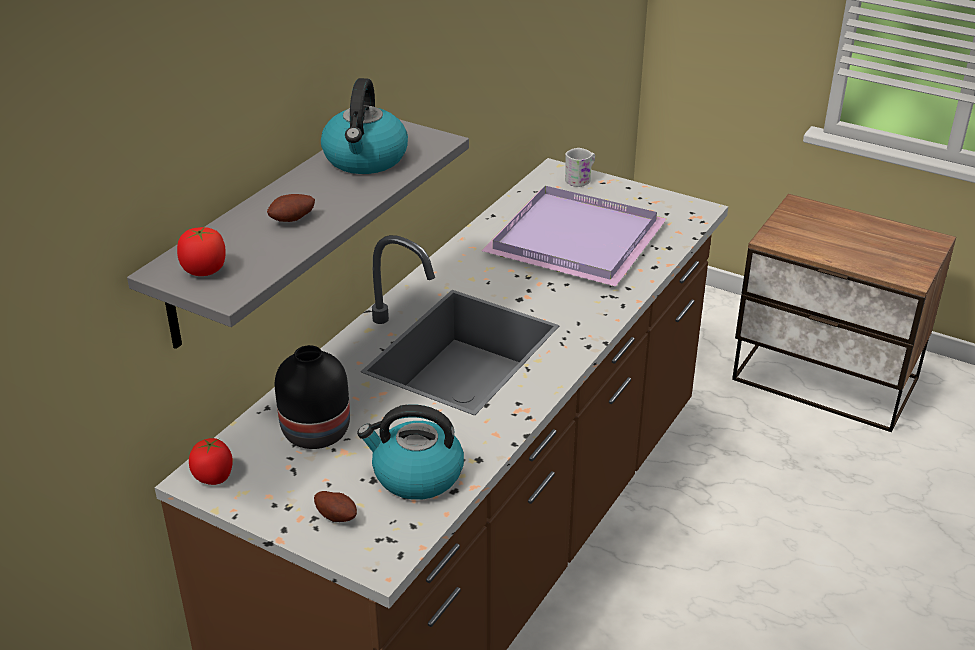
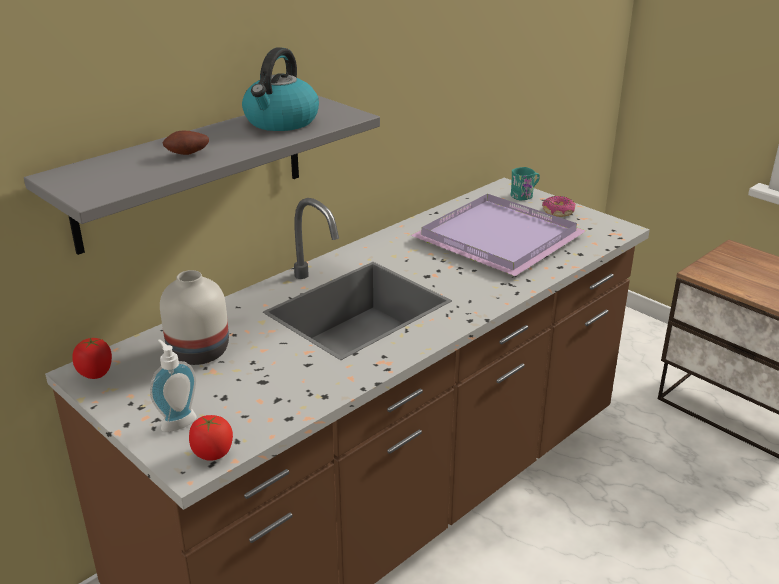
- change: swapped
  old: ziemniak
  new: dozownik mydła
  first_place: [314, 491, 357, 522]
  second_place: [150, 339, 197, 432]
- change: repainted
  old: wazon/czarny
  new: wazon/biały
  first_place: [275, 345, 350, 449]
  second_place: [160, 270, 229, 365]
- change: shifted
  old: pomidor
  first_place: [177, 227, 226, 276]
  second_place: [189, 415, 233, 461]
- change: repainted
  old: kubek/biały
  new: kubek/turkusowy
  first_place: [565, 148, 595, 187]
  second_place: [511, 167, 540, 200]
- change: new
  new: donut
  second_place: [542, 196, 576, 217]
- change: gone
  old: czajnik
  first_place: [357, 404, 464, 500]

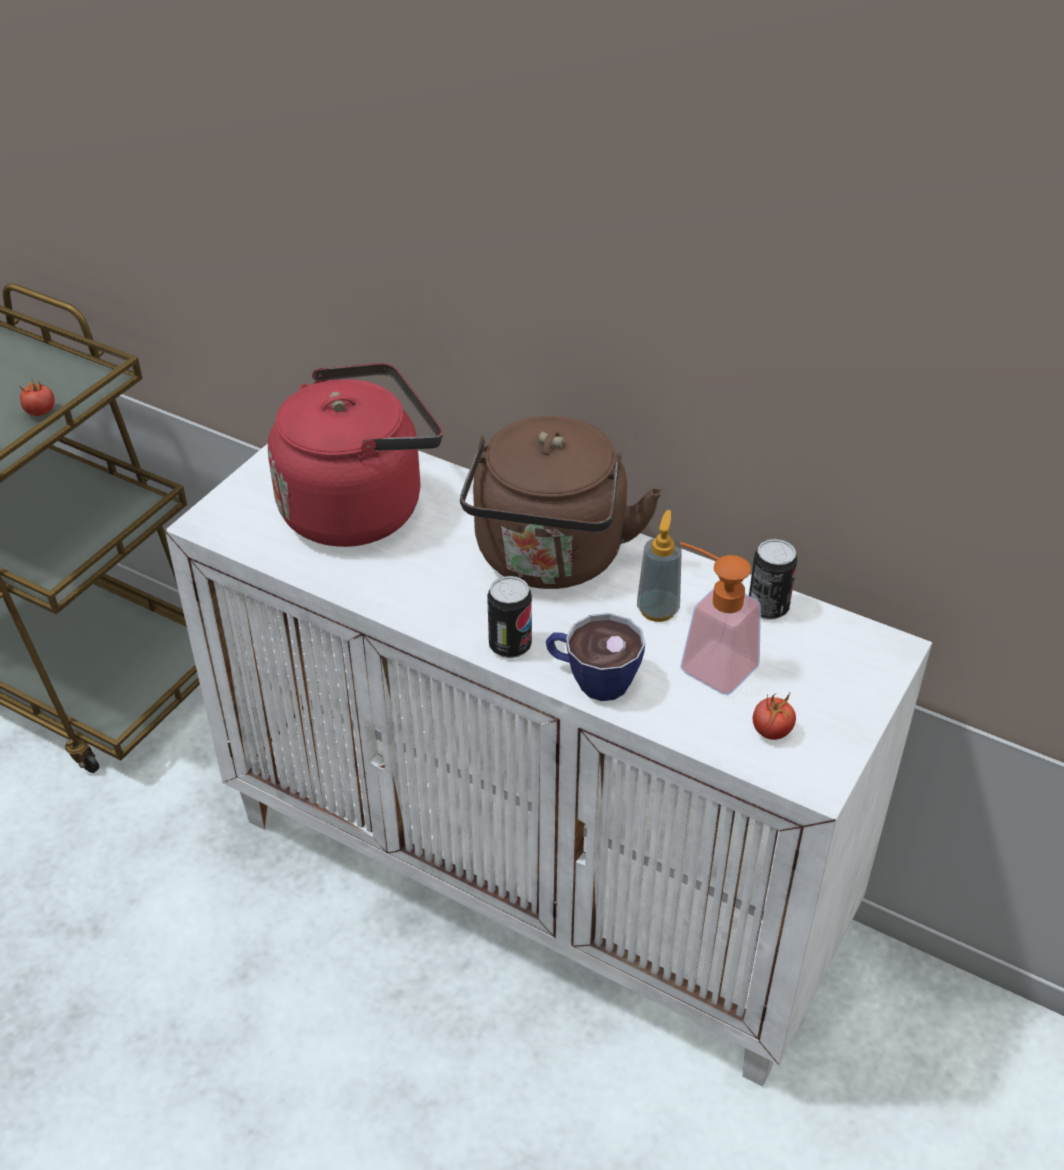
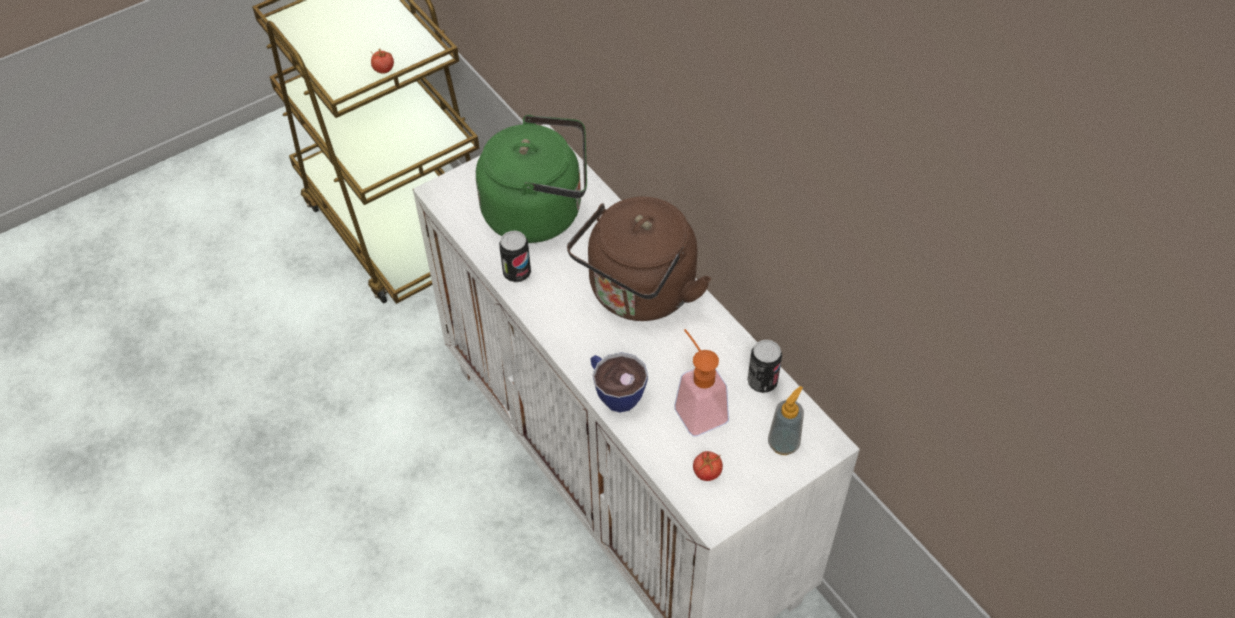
- change: repainted
  old: czajnik/czerwony
  new: czajnik/zielony
  first_place: [268, 363, 443, 547]
  second_place: [476, 115, 587, 243]
- change: shifted
  old: puszka
  first_place: [487, 576, 532, 658]
  second_place: [499, 231, 531, 282]
- change: shifted
  old: dozownik mydła
  first_place: [637, 510, 682, 622]
  second_place: [768, 386, 804, 455]

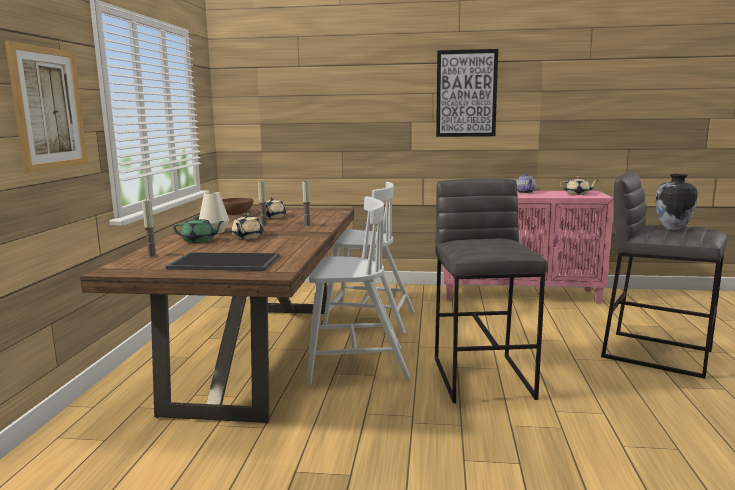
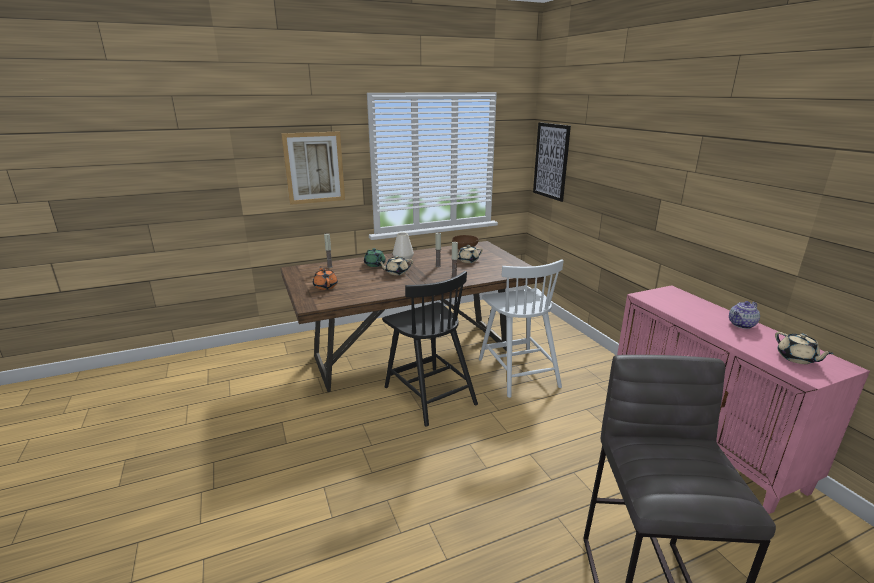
- change: swapped
  old: taca
  new: imbryk/pomarańczowy
  first_place: [166, 252, 279, 271]
  second_place: [313, 266, 338, 290]
- change: repainted
  old: krzesło/biały
  new: krzesło/czarny
  first_place: [306, 196, 411, 385]
  second_place: [382, 271, 478, 427]
- change: shifted
  old: obraz
  first_place: [436, 49, 498, 137]
  second_place: [533, 122, 571, 202]
- change: gone
  old: stołek/szary
  first_place: [435, 179, 547, 403]
- change: gone
  old: wazon
  first_place: [656, 174, 698, 230]

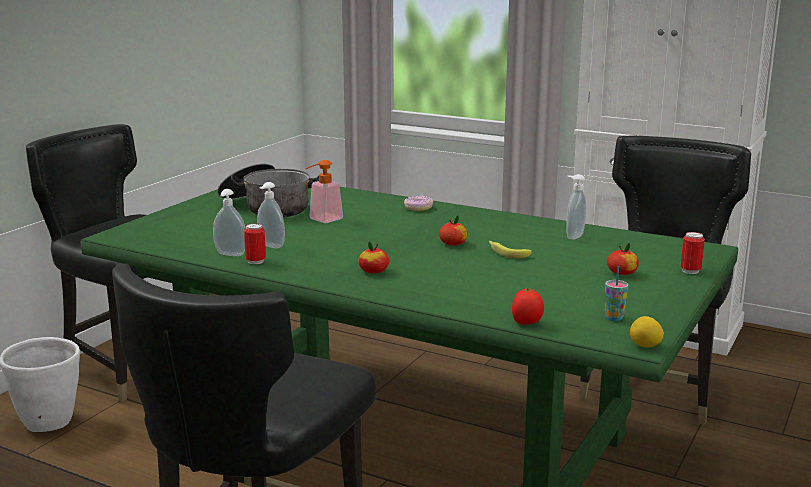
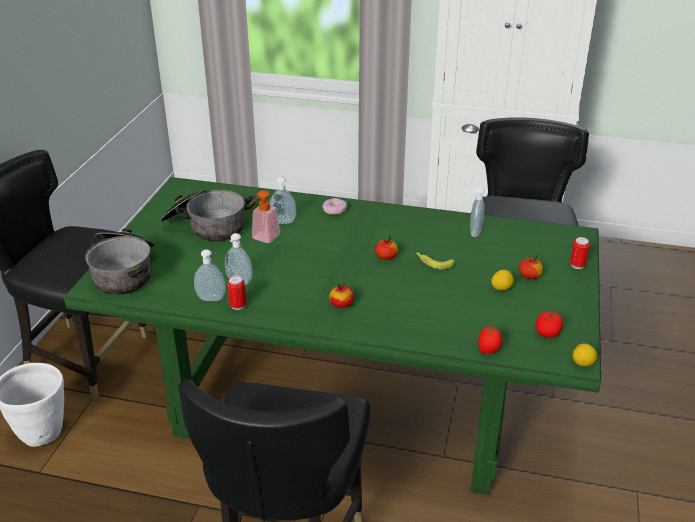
- change: new
  new: garnek
  second_place: [85, 228, 155, 295]
- change: new
  new: dozownik mydła
  second_place: [270, 175, 296, 224]
- change: new
  new: cytryna
  second_place: [491, 270, 514, 291]
- change: swapped
  old: filiżanka
  new: pomidor
  first_place: [605, 266, 629, 321]
  second_place: [535, 311, 563, 338]

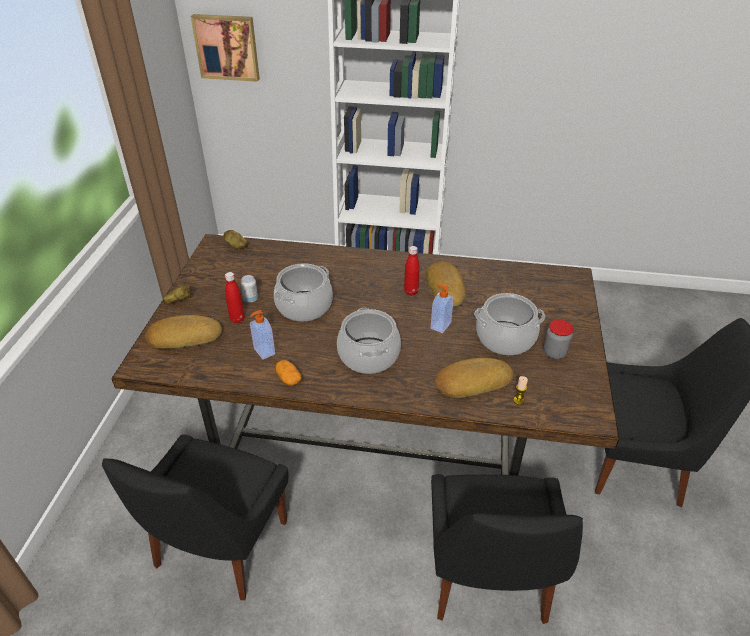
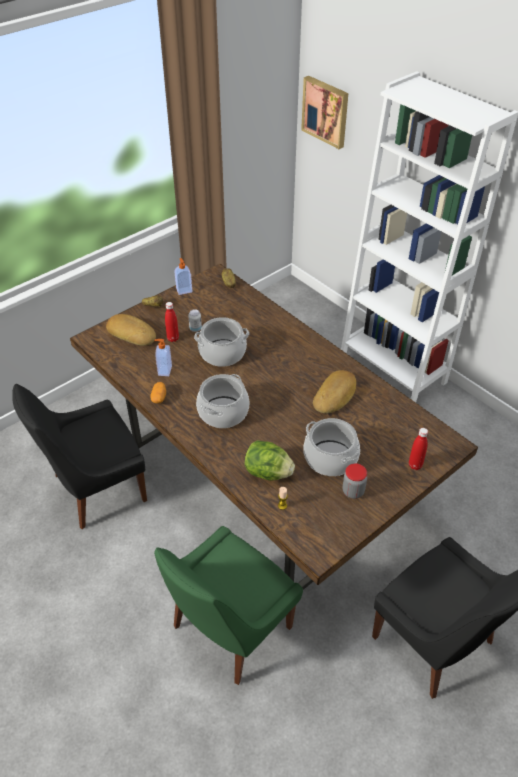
- change: repainted
  old: krzesło/czarny
  new: krzesło/zielony
  first_place: [431, 474, 583, 624]
  second_place: [154, 526, 303, 685]
- change: shifted
  old: dozownik mydła
  first_place: [431, 284, 454, 333]
  second_place: [174, 258, 193, 295]
- change: swapped
  old: chleb
  new: sałata
  first_place: [435, 358, 514, 398]
  second_place: [245, 440, 295, 480]
- change: shifted
  old: butelka/czerwony
  first_place: [404, 246, 419, 296]
  second_place: [409, 428, 428, 470]

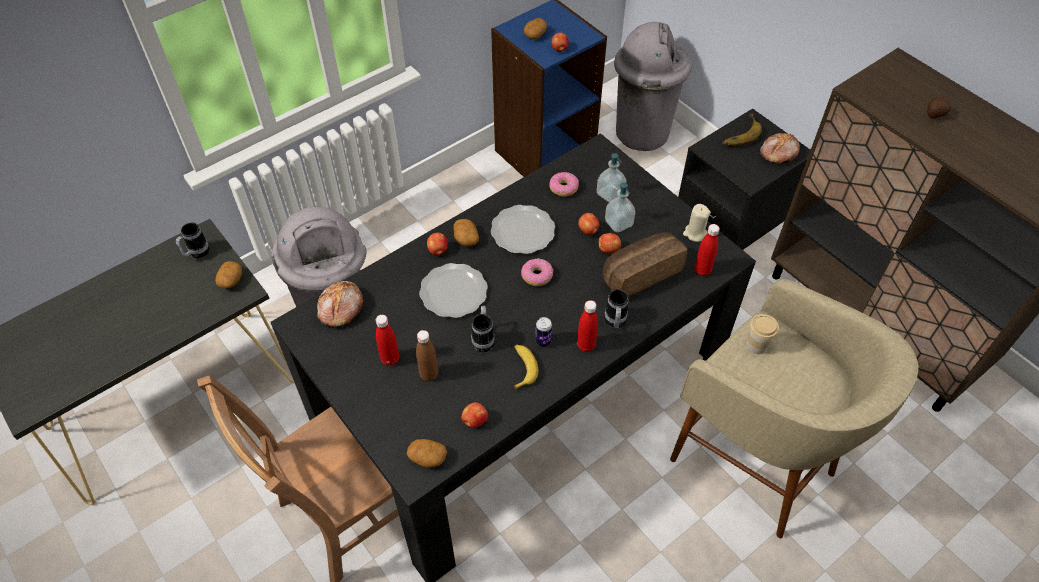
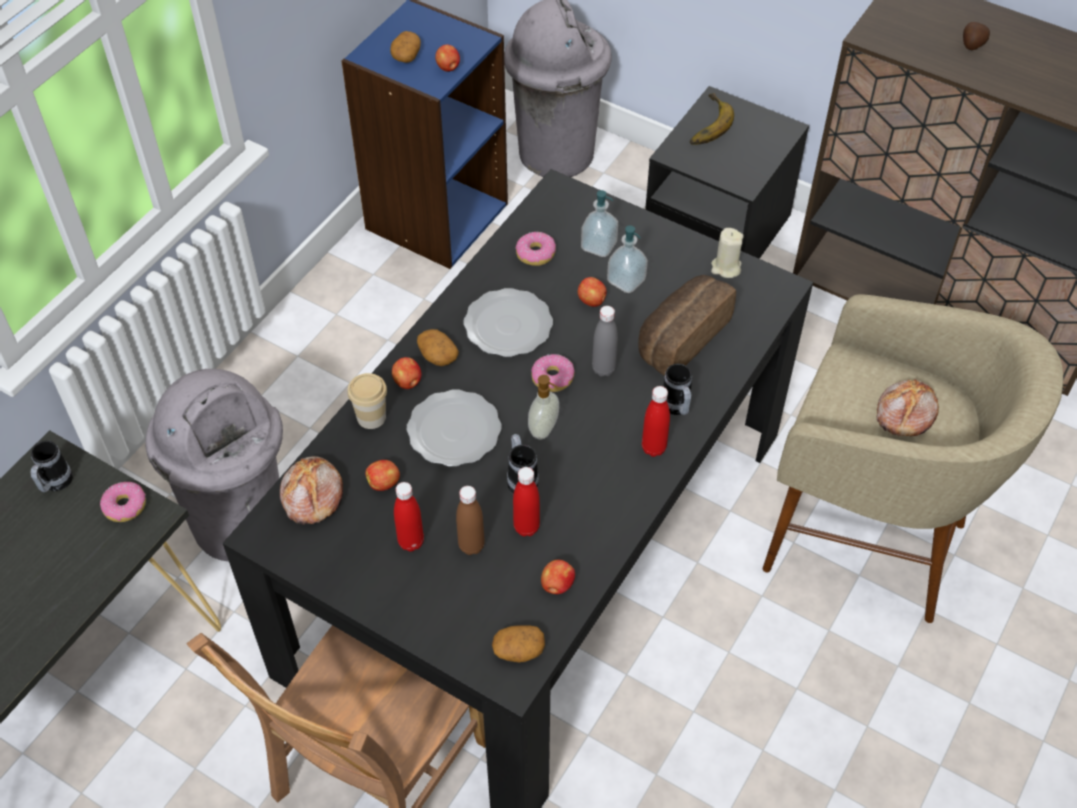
- change: swapped
  old: ziemniak
  new: donut
  first_place: [215, 261, 242, 288]
  second_place: [100, 482, 146, 522]
- change: shifted
  old: filiżanka
  first_place: [746, 314, 779, 354]
  second_place: [347, 373, 387, 429]
- change: shifted
  old: jabłko
  first_place: [599, 233, 621, 254]
  second_place: [365, 460, 400, 491]
- change: shifted
  old: butelka/czerwony
  first_place: [694, 224, 720, 276]
  second_place: [513, 467, 540, 536]
- change: new
  new: dozownik mydła
  second_place: [528, 375, 559, 440]
- change: new
  new: butelka/szary
  second_place: [592, 306, 618, 377]
- change: shifted
  old: chleb
  first_place: [760, 133, 800, 164]
  second_place: [877, 379, 939, 436]
- change: gone
  old: banan
  first_place: [514, 344, 538, 390]
- change: gone
  old: puszka
  first_place: [536, 317, 552, 347]

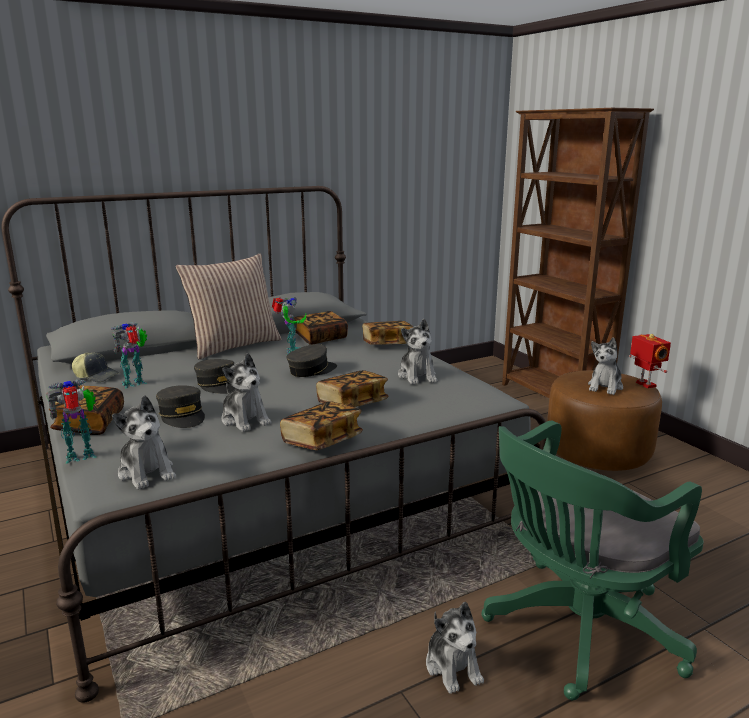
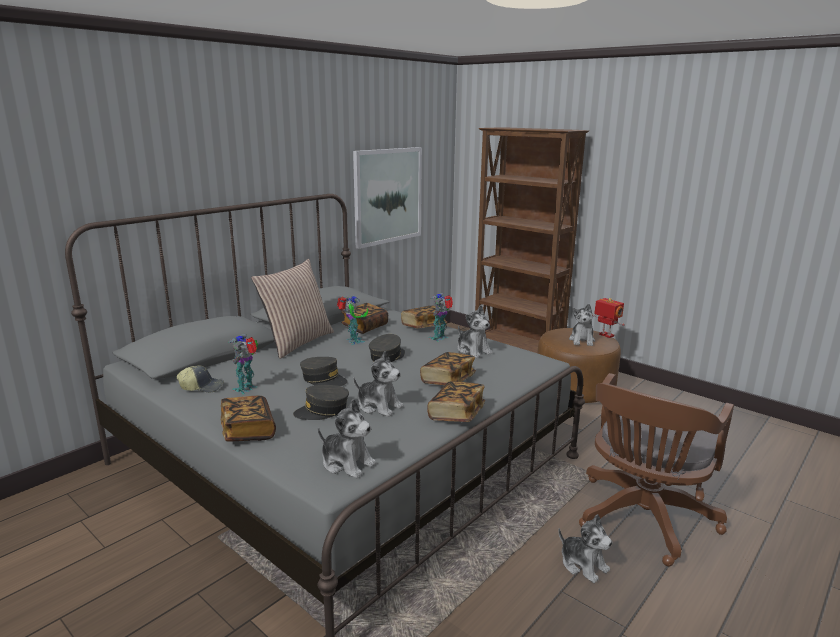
- change: rotated
  old: czapka z daszkiem/szary
  first_place: [156, 385, 205, 428]
  second_place: [293, 385, 349, 420]
  degrees: 120
- change: new
  new: obraz
  second_place: [353, 147, 422, 249]
- change: shifted
  old: robot zabawkowy
  first_place: [46, 379, 97, 464]
  second_place: [429, 293, 453, 342]
- change: repainted
  old: krzesło biurowe/zielony
  new: krzesło biurowe/brązowy
  first_place: [481, 421, 704, 700]
  second_place: [579, 373, 734, 567]

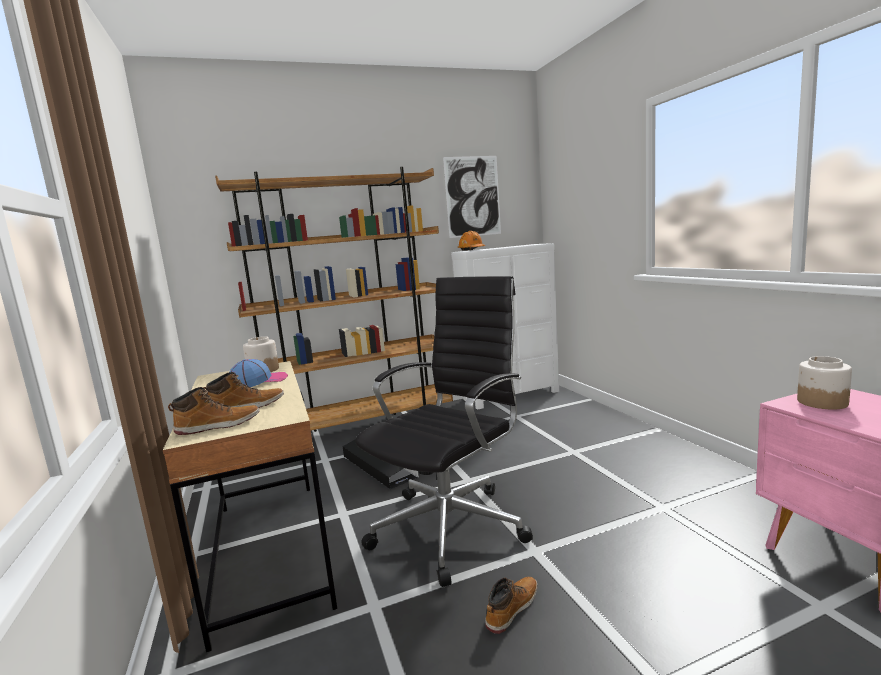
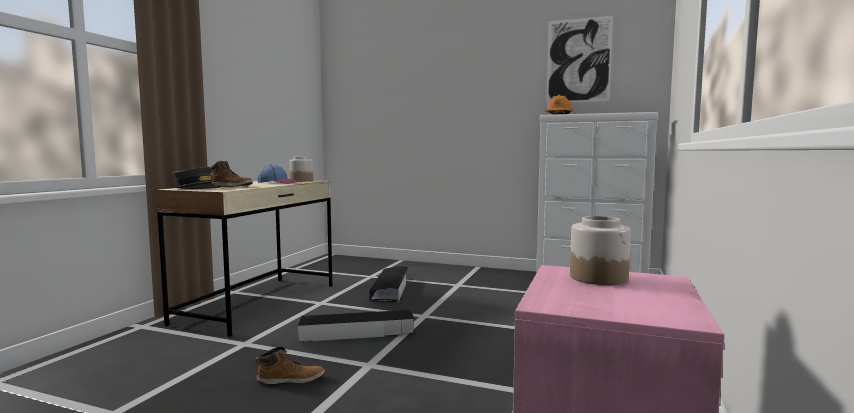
- change: swapped
  old: but z cholewką
  new: czapka z daszkiem/szary
  first_place: [168, 387, 260, 435]
  second_place: [172, 167, 220, 189]
- change: swapped
  old: krzesło biurowe/czarny
  new: pojemnik do przechowywania/czarny
  first_place: [355, 276, 533, 587]
  second_place: [298, 310, 414, 342]
- change: gone
  old: regał/brązowy
  first_place: [215, 167, 453, 432]

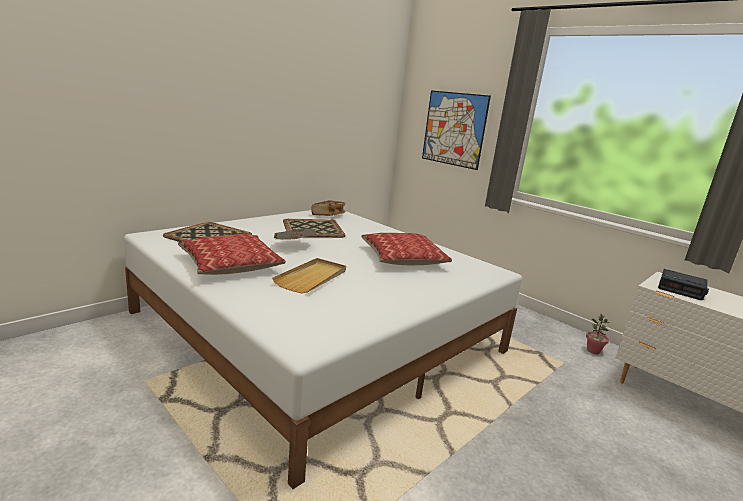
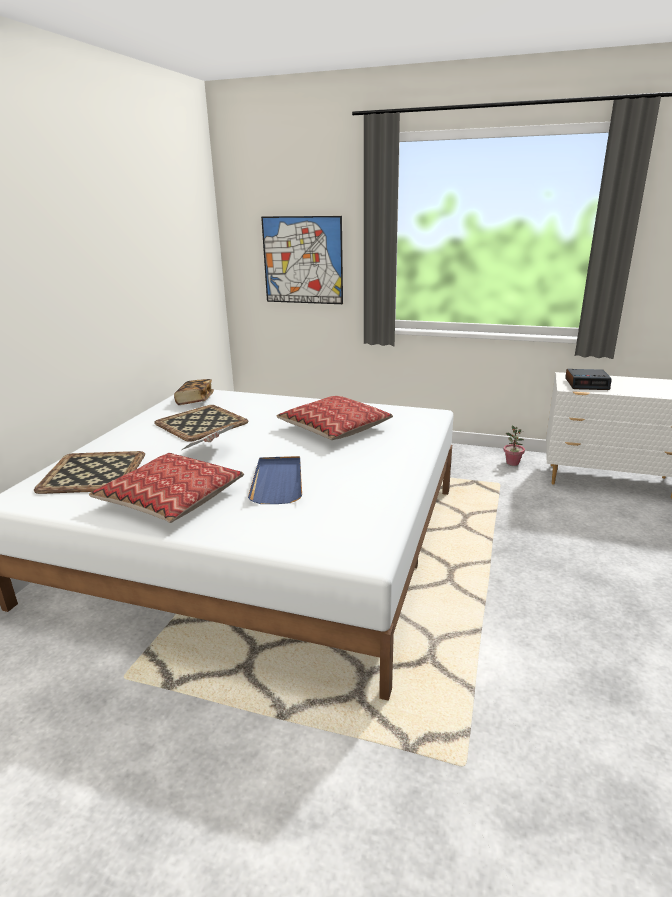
- change: repainted
  old: taca/beżowy
  new: taca/niebieski
  first_place: [272, 258, 346, 293]
  second_place: [248, 456, 302, 504]

